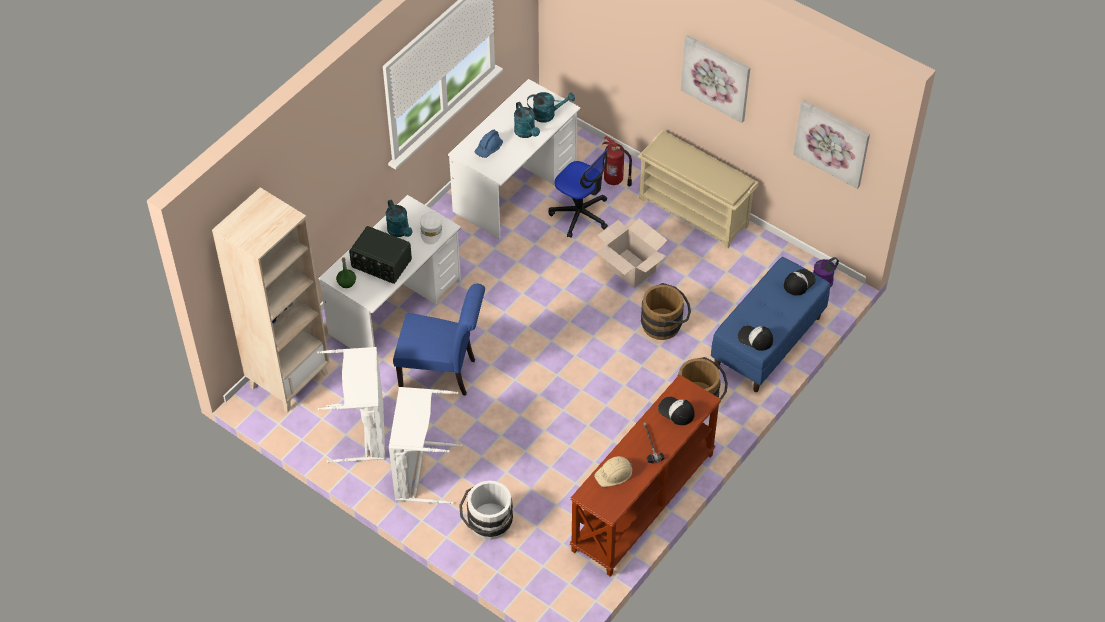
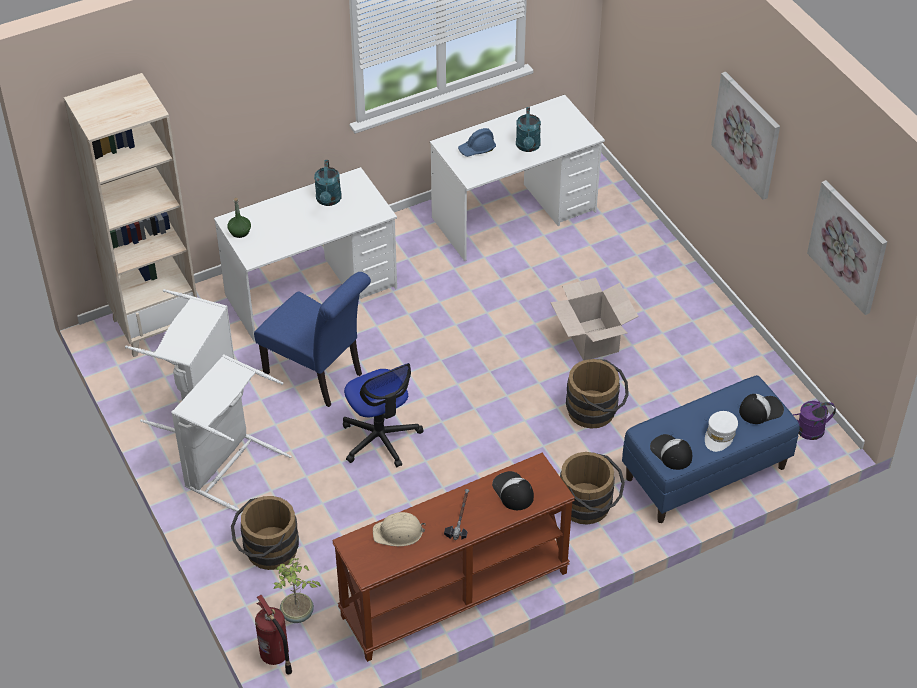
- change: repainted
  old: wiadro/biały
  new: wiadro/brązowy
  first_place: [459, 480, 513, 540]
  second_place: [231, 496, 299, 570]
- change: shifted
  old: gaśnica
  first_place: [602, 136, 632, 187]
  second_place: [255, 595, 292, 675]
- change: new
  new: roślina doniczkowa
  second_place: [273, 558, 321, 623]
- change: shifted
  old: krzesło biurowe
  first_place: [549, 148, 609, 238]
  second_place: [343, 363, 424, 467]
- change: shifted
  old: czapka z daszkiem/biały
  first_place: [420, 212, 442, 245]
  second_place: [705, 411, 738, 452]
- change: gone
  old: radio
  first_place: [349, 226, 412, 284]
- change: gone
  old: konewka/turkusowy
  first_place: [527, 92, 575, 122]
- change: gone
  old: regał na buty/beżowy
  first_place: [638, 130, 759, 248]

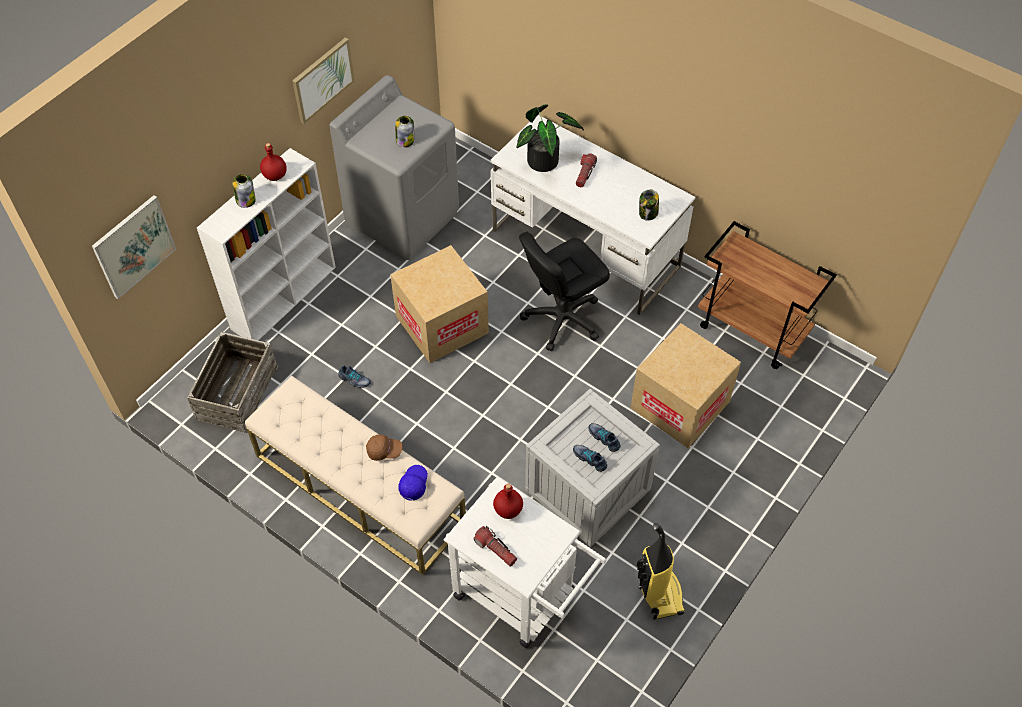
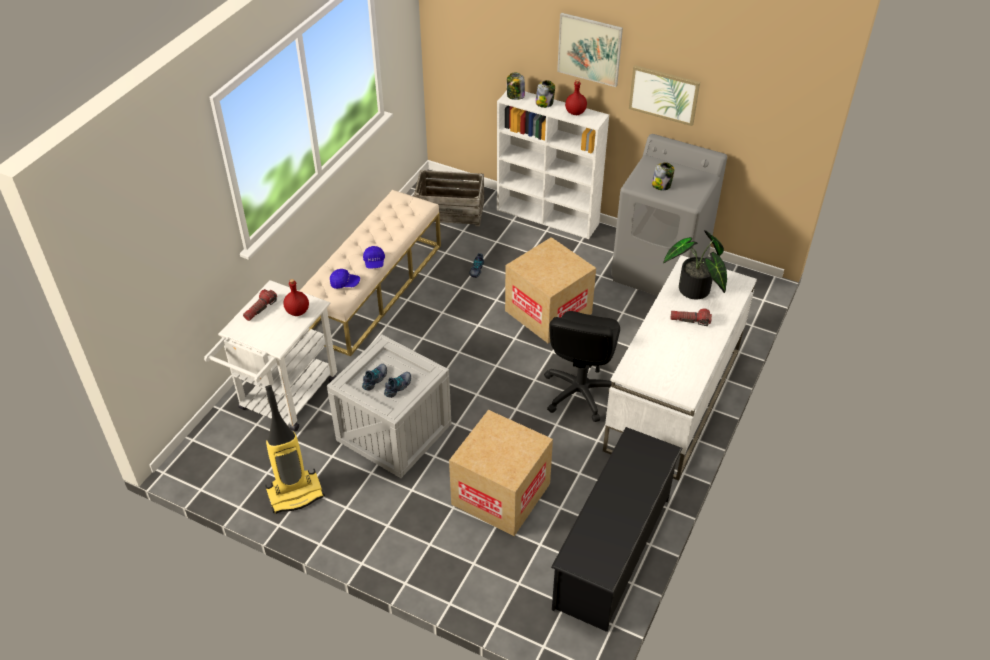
- change: repainted
  old: czapka z daszkiem/brązowy
  new: czapka z daszkiem/niebieski
  first_place: [366, 435, 403, 461]
  second_place: [363, 246, 385, 268]
- change: shifted
  old: słoik
  first_place: [639, 189, 659, 221]
  second_place: [507, 73, 525, 100]
- change: rotated
  old: krzesło biurowe/czarny
  first_place: [519, 232, 610, 351]
  second_place: [544, 311, 620, 422]
  degrees: -120
- change: swapped
  old: wózek/brązowy
  new: regał na buty/czarny
  first_place: [698, 221, 837, 369]
  second_place: [551, 427, 683, 632]
- change: shifted
  old: obraz
  first_place: [92, 195, 176, 299]
  second_place: [557, 13, 623, 87]

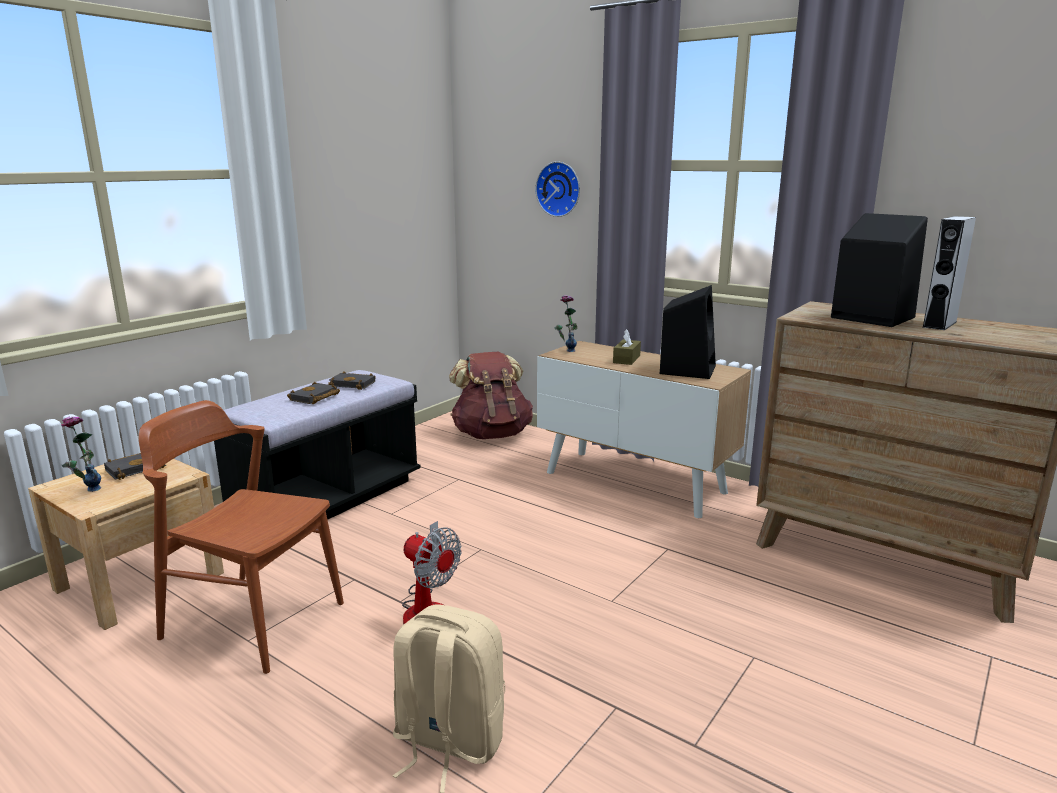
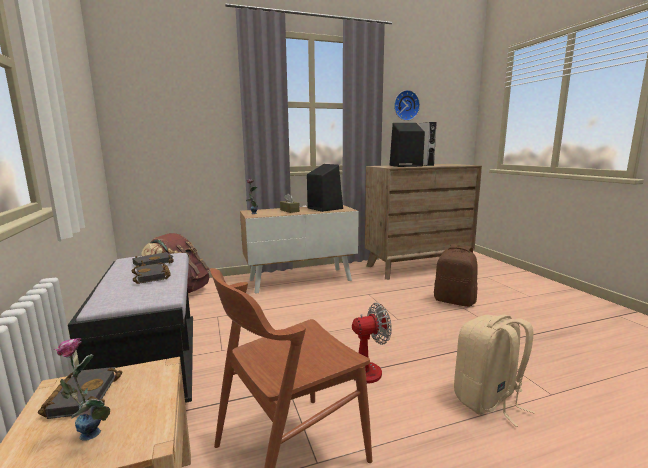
- change: shifted
  old: zegar ścienny
  first_place: [535, 161, 580, 217]
  second_place: [394, 90, 420, 121]
- change: new
  new: plecak/brązowy
  second_place: [434, 244, 478, 307]

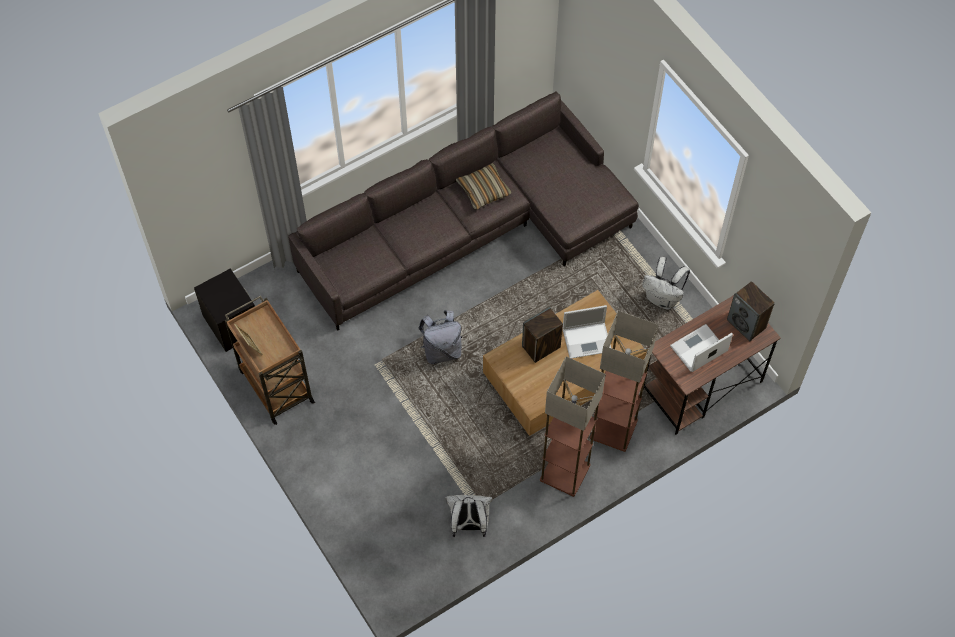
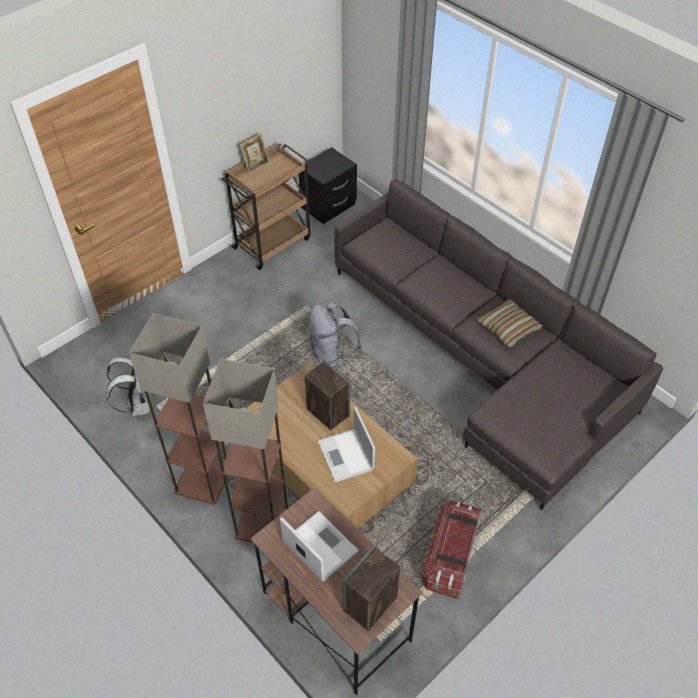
- change: swapped
  old: plecak/biały
  new: pojemnik do przechowywania
  first_place: [642, 257, 690, 310]
  second_place: [422, 500, 481, 599]

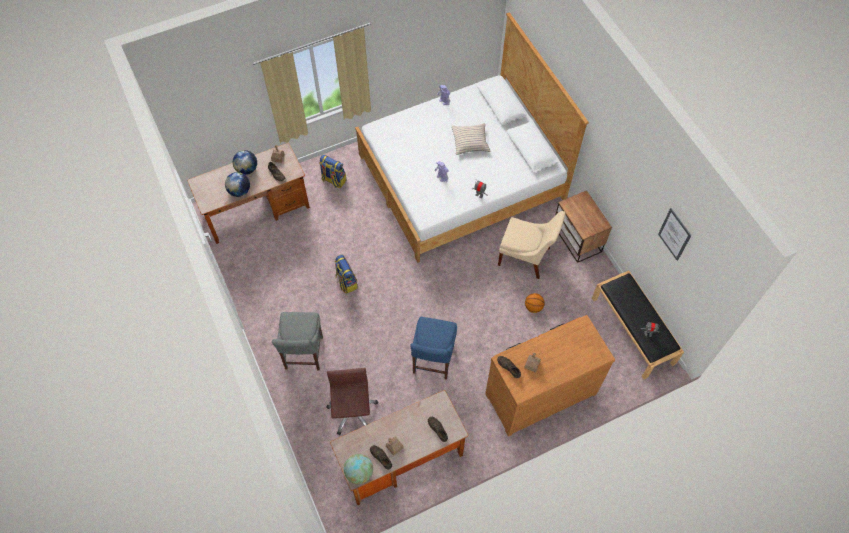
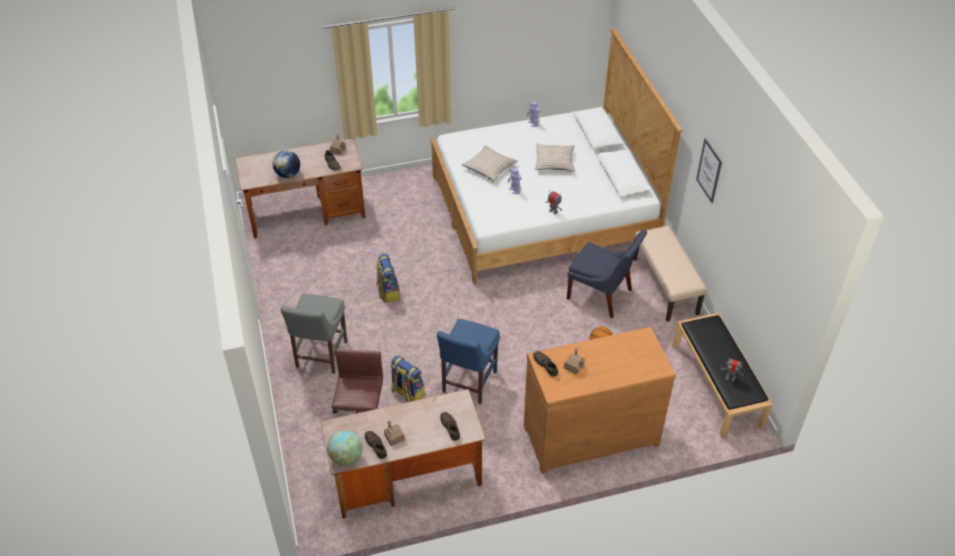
- change: shifted
  old: plecak
  first_place: [319, 155, 346, 188]
  second_place: [390, 356, 425, 402]
- change: new
  new: poduszka/beżowy
  second_place: [461, 146, 518, 181]
- change: repainted
  old: krzesło/beżowy
  new: krzesło/niebieski
  first_place: [498, 211, 565, 279]
  second_place: [567, 230, 647, 319]
- change: swapped
  old: szafka nocna
  new: ławka/beżowy
  first_place: [555, 190, 612, 263]
  second_place: [633, 225, 707, 322]
- change: shifted
  old: obraz
  first_place: [658, 208, 692, 261]
  second_place: [696, 138, 722, 203]
- change: gone
  old: globus
  first_place: [233, 150, 257, 175]

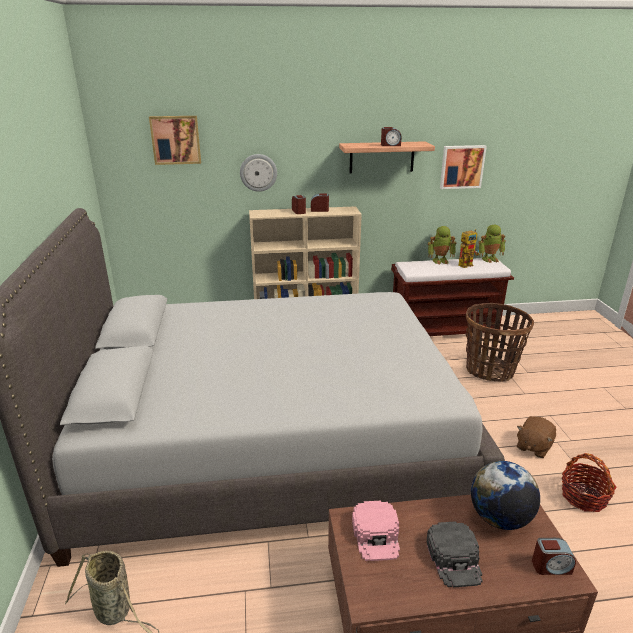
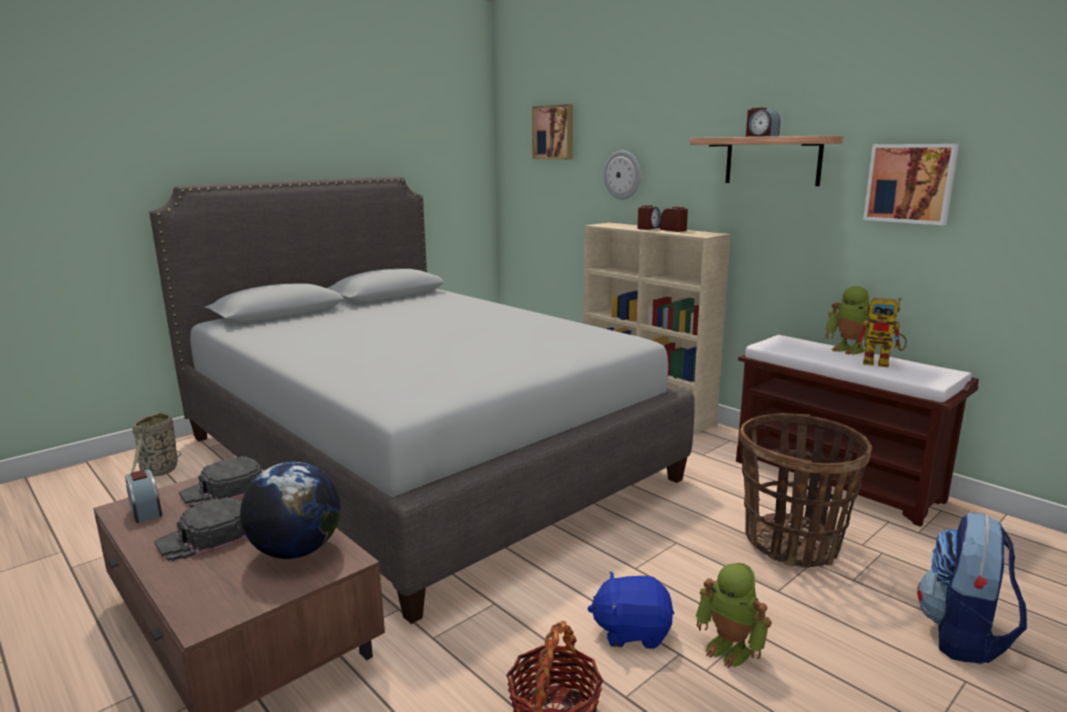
- change: shifted
  old: budzik
  first_place: [532, 538, 576, 575]
  second_place: [125, 470, 162, 523]
- change: repainted
  old: czapka z daszkiem/różowy
  new: czapka z daszkiem/czarny
  first_place: [352, 501, 400, 561]
  second_place: [179, 456, 262, 508]
- change: repainted
  old: pluszak/brązowy
  new: pluszak/niebieski
  first_place: [517, 416, 556, 458]
  second_place: [588, 571, 674, 649]
- change: shifted
  old: robot zabawkowy
  first_place: [478, 225, 506, 263]
  second_place: [696, 563, 772, 668]
- change: new
  new: plecak
  second_place: [917, 513, 1027, 664]

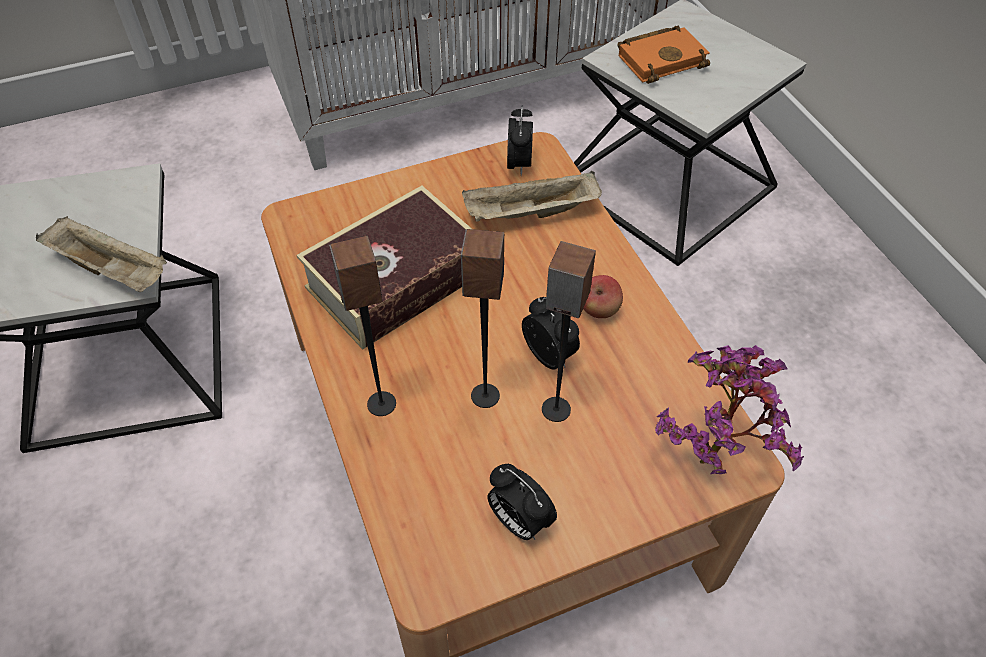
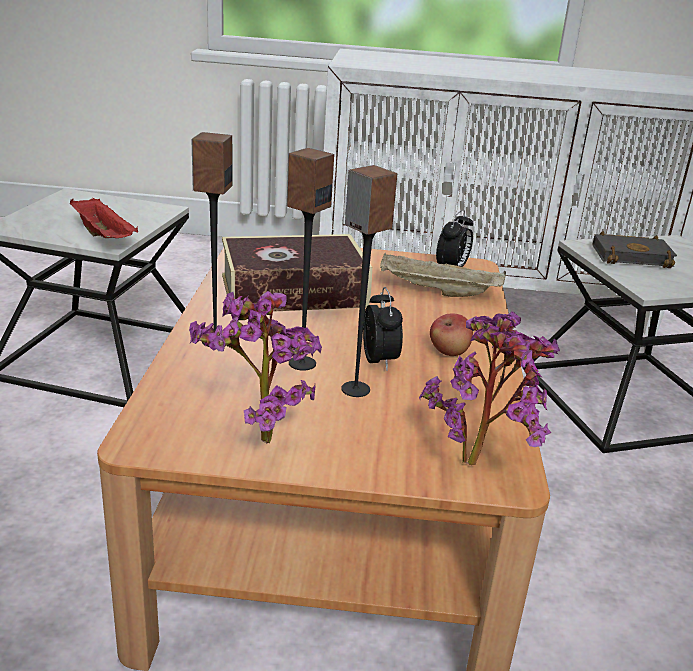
- change: repainted
  old: taca/beżowy
  new: taca/czerwony
  first_place: [36, 216, 167, 292]
  second_place: [70, 198, 138, 238]
- change: swapped
  old: budzik
  new: roślina doniczkowa
  first_place: [487, 464, 557, 540]
  second_place: [189, 291, 322, 444]
- change: repainted
  old: książka/pomarańczowy
  new: książka/czarny
  first_place: [617, 26, 710, 84]
  second_place: [592, 231, 677, 268]

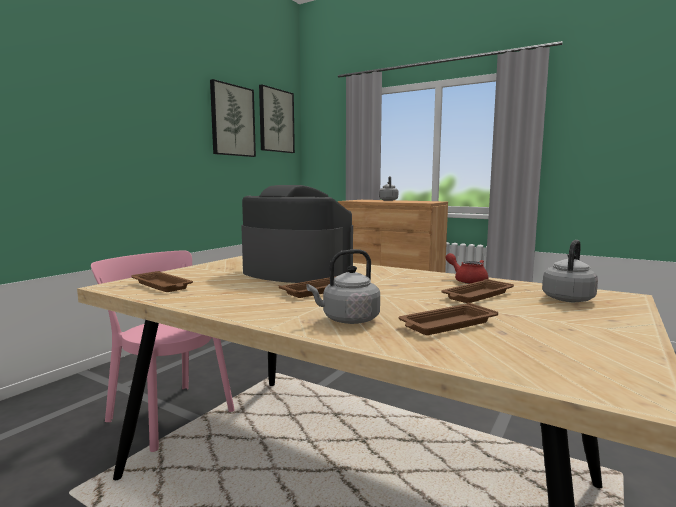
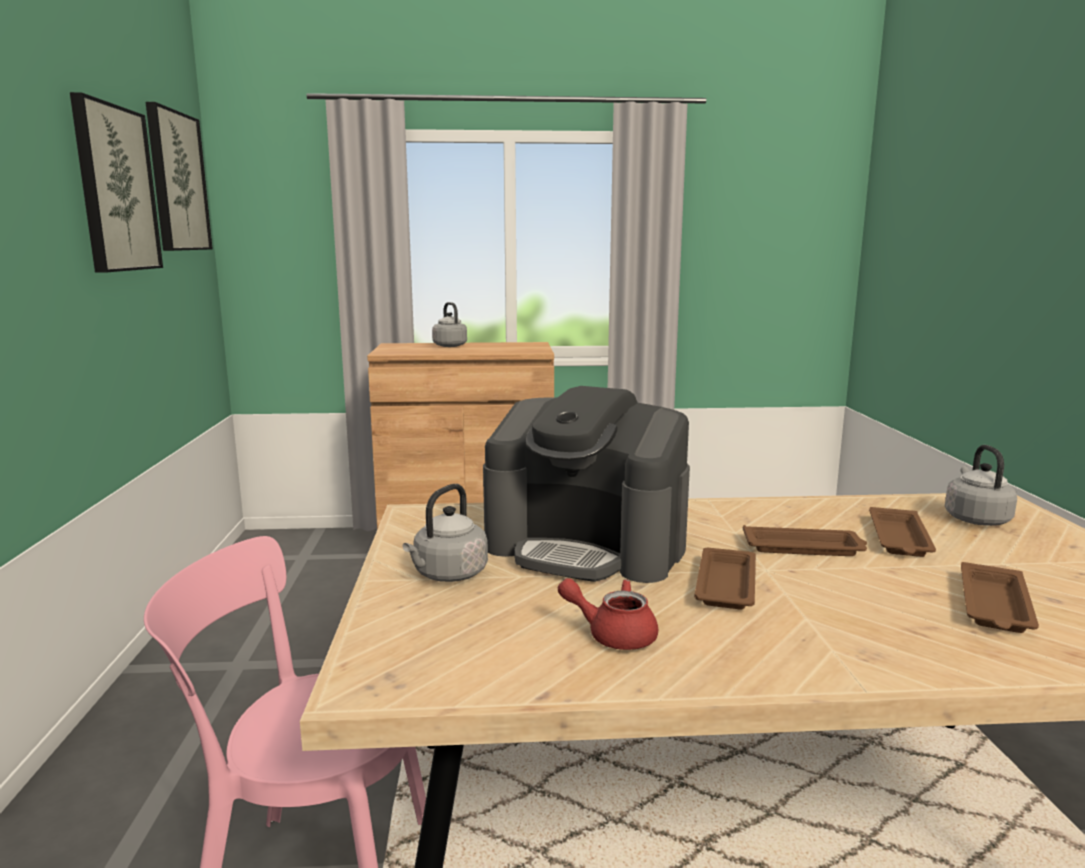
- change: shifted
  old: czajnik/szary
  first_place: [306, 249, 380, 324]
  second_place: [402, 484, 488, 582]
- change: rotated
  old: ekspres do kawy
  first_place: [241, 185, 353, 283]
  second_place: [483, 386, 690, 583]
  degrees: -150
- change: shifted
  old: imbryk/czerwony
  first_place: [445, 253, 489, 284]
  second_place: [558, 578, 658, 650]
- change: shifted
  old: taca/brązowy
  first_place: [131, 271, 193, 292]
  second_place: [743, 525, 867, 556]

